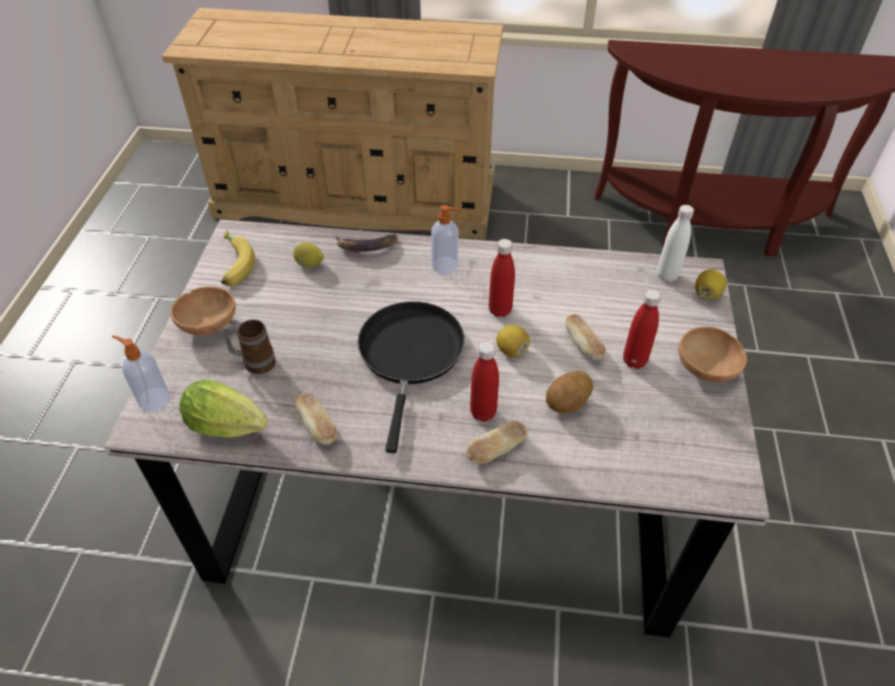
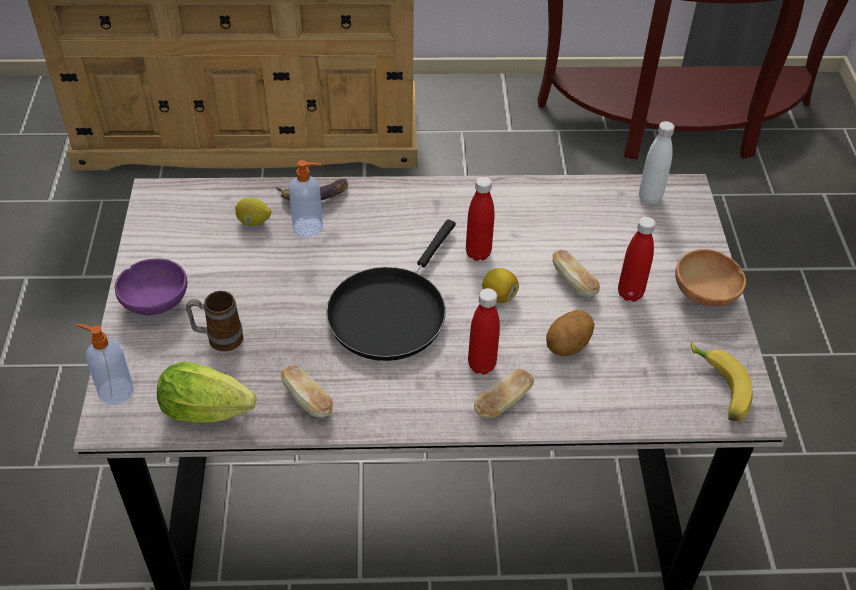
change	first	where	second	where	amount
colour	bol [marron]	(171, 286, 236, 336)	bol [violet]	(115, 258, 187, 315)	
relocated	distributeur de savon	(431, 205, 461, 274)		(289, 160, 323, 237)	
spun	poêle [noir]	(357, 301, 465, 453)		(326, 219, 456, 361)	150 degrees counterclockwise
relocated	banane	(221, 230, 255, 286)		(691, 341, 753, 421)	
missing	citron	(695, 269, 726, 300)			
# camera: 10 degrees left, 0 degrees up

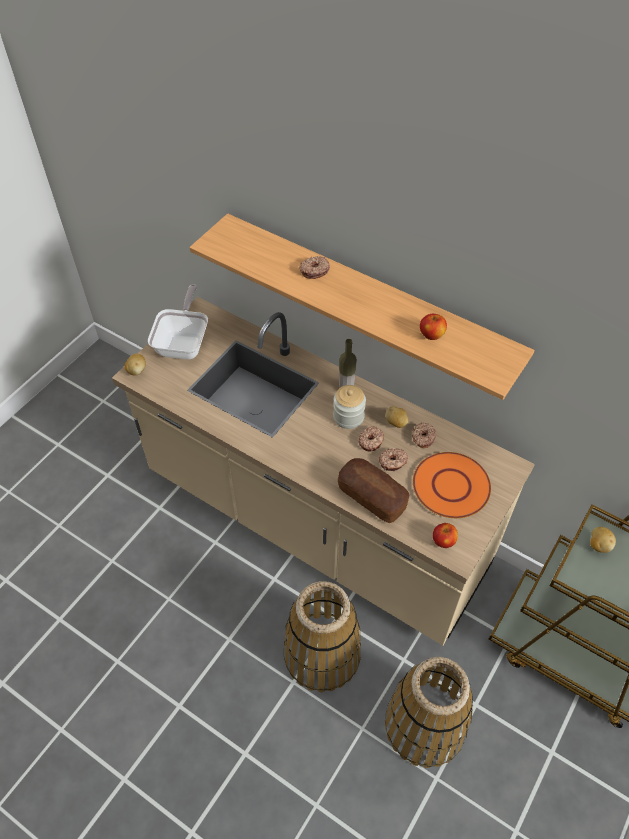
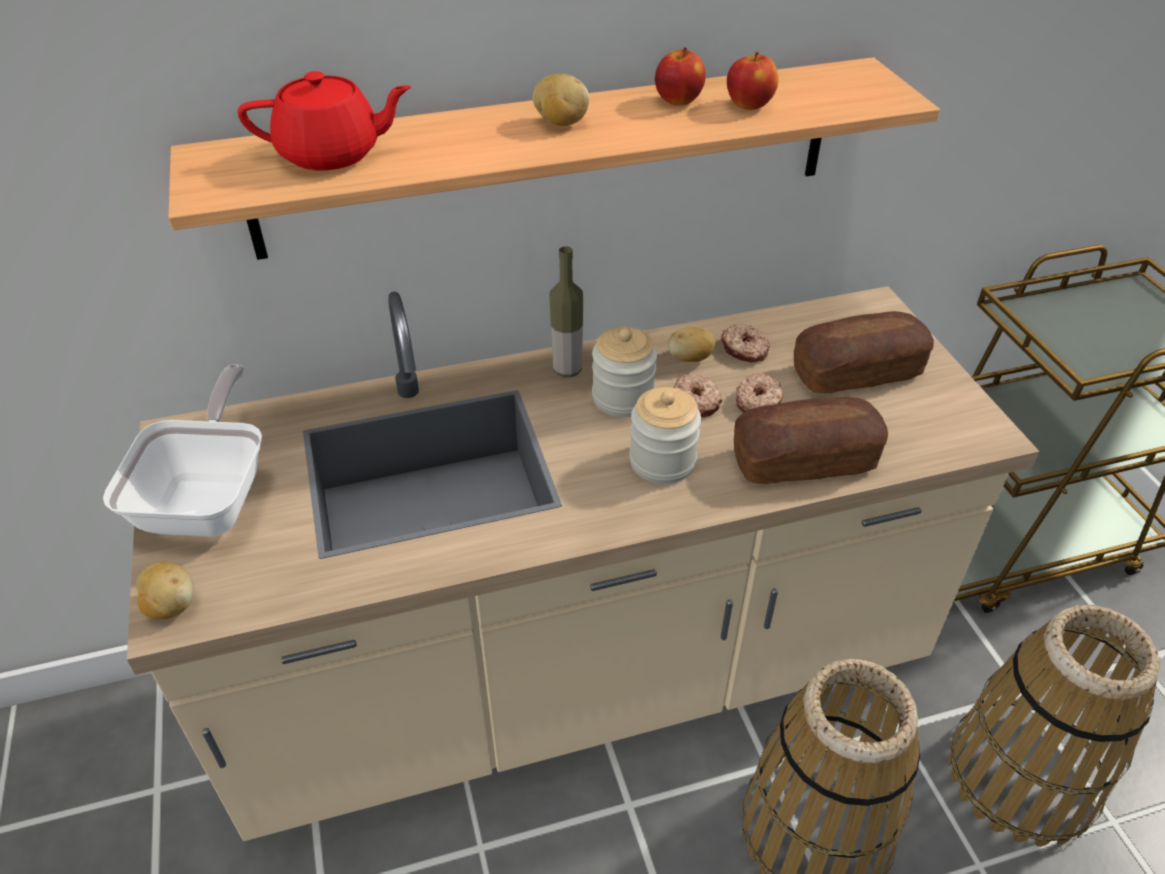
change	first	where	second	where	amount
spun	poêle	(148, 284, 208, 360)		(103, 364, 262, 537)	45 degrees clockwise
appeared			théière [rouge]	(238, 71, 411, 170)	
relocated	pomme de terre	(590, 527, 616, 553)		(533, 74, 589, 126)	
appeared			bocal	(629, 387, 701, 484)	
relocated	pomme	(433, 523, 458, 548)		(655, 47, 706, 106)	
exchanged	assiette [orange]	(413, 452, 491, 518)	pain	(794, 311, 934, 394)	
missing	beignet	(299, 256, 330, 279)			
# camera: 50 degrees left, 10 degrees down

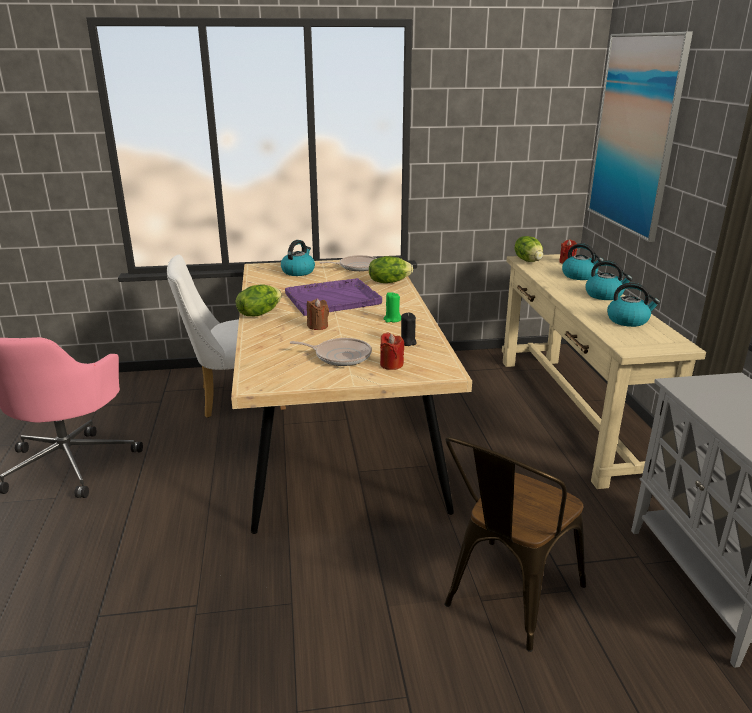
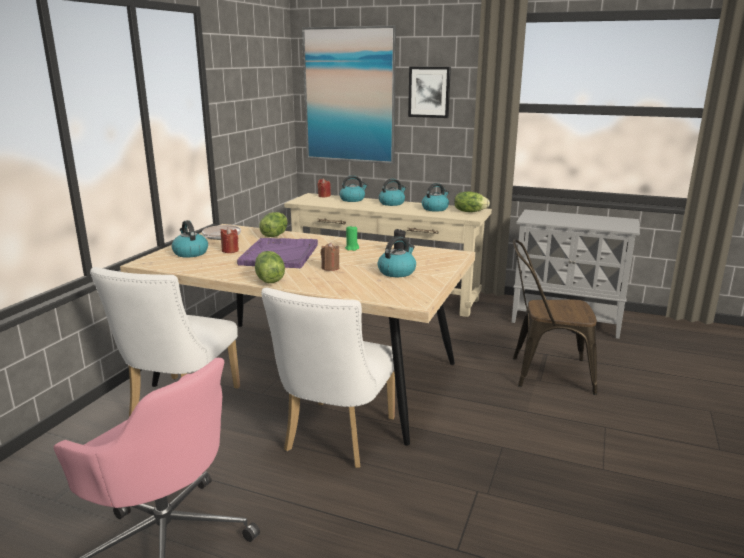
change	first	where	second	where	amount
relocated	bougie [rouge]	(380, 333, 404, 370)		(221, 227, 239, 253)	
appeared			chaise [blanc]	(261, 288, 395, 468)	
exchanged	poêle	(290, 338, 372, 366)	bouilloire	(378, 236, 416, 277)	
appeared			tableau	(408, 67, 451, 118)	
relocated	laitue	(515, 236, 543, 262)		(454, 192, 490, 212)	
spun	chaise [marron]	(445, 436, 586, 652)		(513, 239, 597, 395)	120 degrees clockwise
# camera: 60 degrees left, 5 degrees down

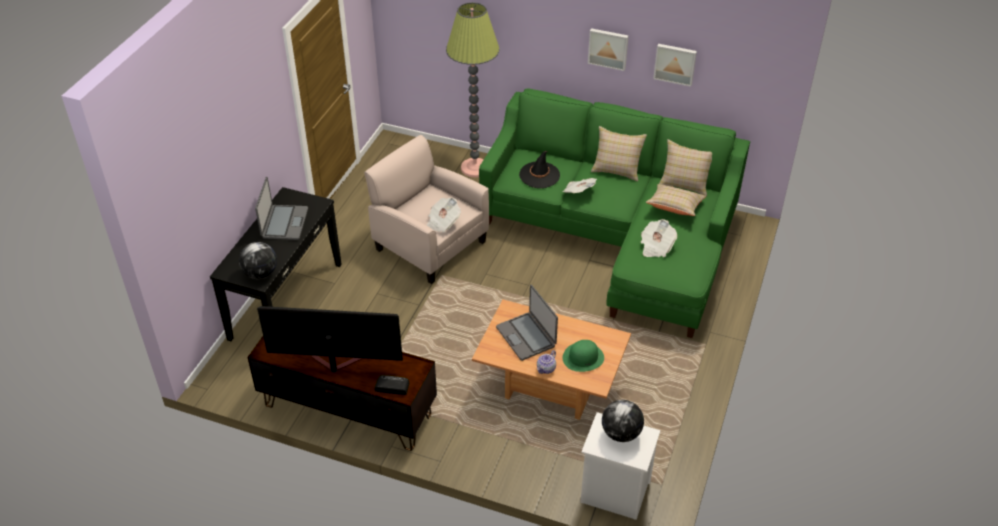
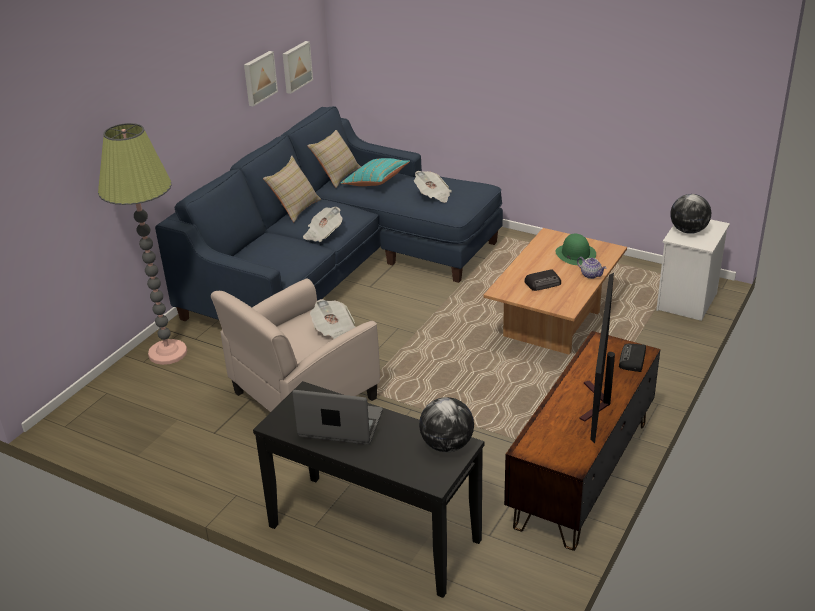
change	first	where	second	where	amount
colour	canapé [vert]	(479, 88, 750, 338)	canapé [bleu]	(155, 106, 503, 321)	
relocated	tableau	(588, 28, 629, 71)		(283, 41, 313, 94)	
colour	coussin [beige]	(646, 184, 706, 216)	coussin [turquoise]	(340, 158, 410, 186)	
exchanged	ordinateur portable	(496, 285, 558, 361)	radio	(524, 269, 561, 291)	
missing	chapeau [noir]	(519, 151, 560, 188)			
# camera: 80 degrees left, 10 degrees down

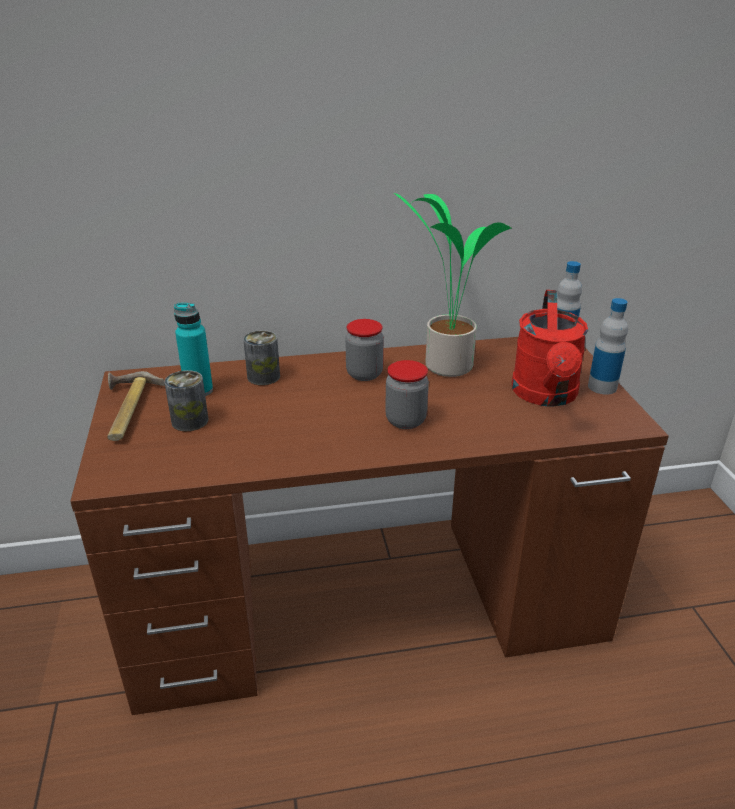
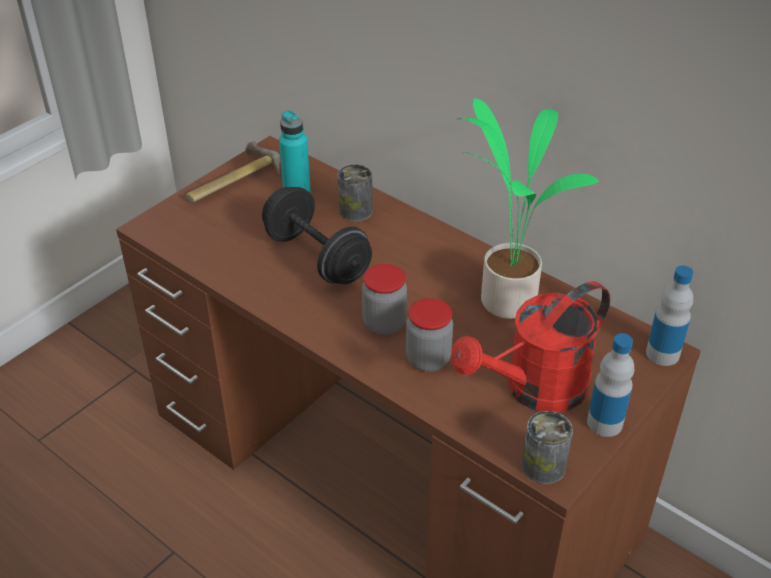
change	first	where	second	where	amount
appeared			haltère [noir]	(262, 187, 372, 284)	
relocated	bocal	(345, 319, 384, 381)		(406, 298, 453, 372)	
relocated	boîte métallique	(164, 370, 208, 431)		(522, 411, 573, 484)	
# camera: 50 degrees right, 10 degrees up

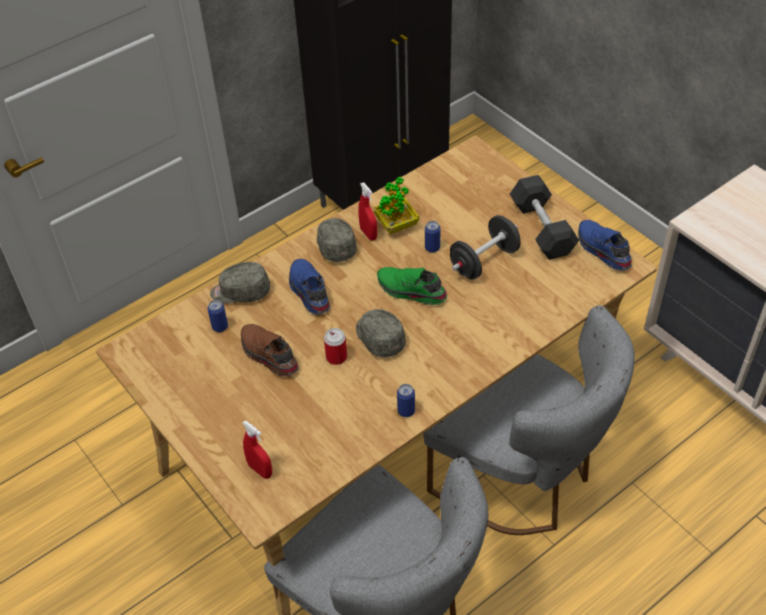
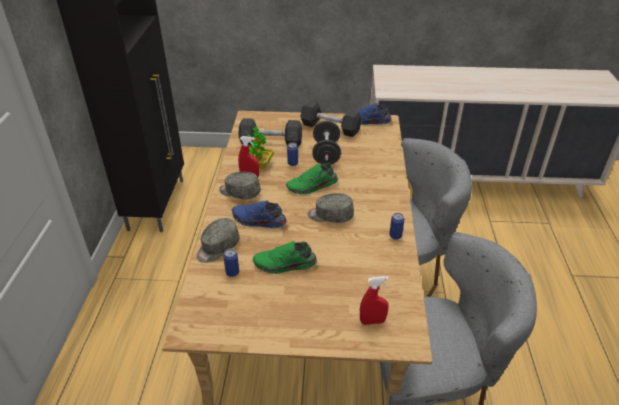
change	first	where	second	where	amount
appeared			haltère [gris]	(239, 118, 302, 147)	
colour	chaussure [marron]	(241, 324, 299, 377)	chaussure [vert]	(253, 241, 317, 274)	
missing	boîte métallique	(324, 328, 347, 365)			
# camera: 50 degrees left, 10 degrees down

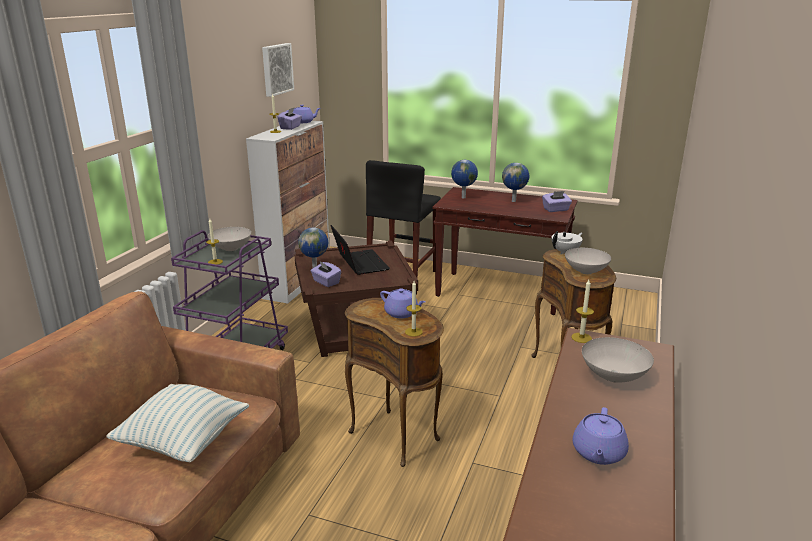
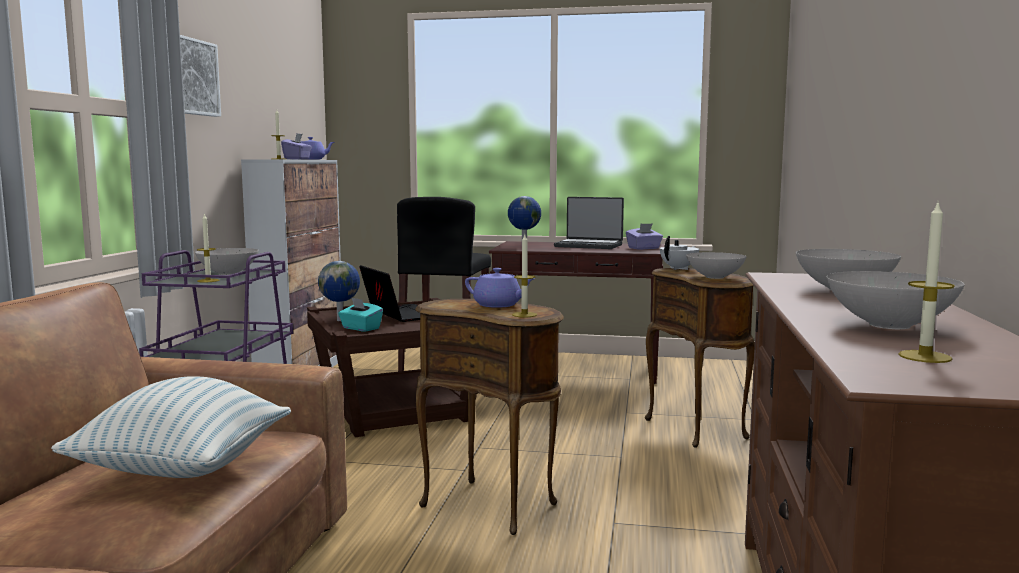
change	first	where	second	where	amount
relocated	tableau	(262, 43, 294, 97)		(180, 35, 221, 117)	
colour	boîte à mouchoirs [violet]	(310, 262, 341, 287)	boîte à mouchoirs [turquoise]	(338, 297, 383, 332)	
exchanged	globe	(502, 163, 529, 202)	ordinateur portable	(554, 197, 624, 249)	
exchanged	théière [violet]	(573, 407, 629, 465)	bol [blanc]	(827, 271, 965, 329)	
relocated	bougie	(571, 280, 594, 343)		(898, 203, 955, 363)	
# camera: 10 degrees left, 15 degrees down

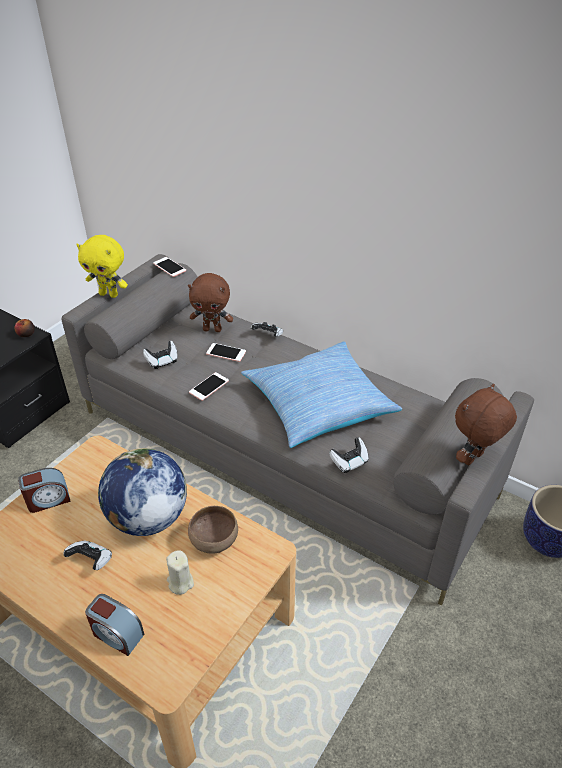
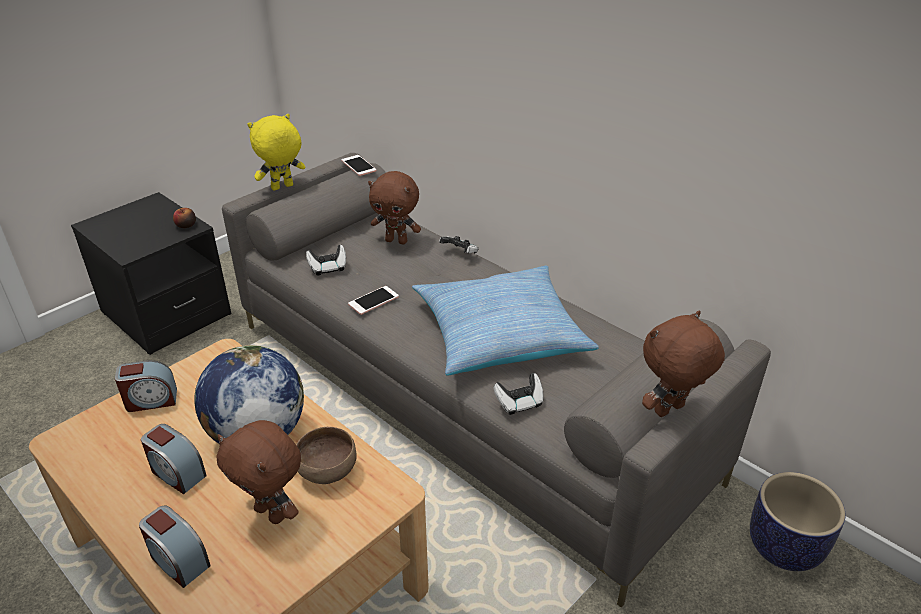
change	first	where	second	where	amount
exchanged	manette	(63, 540, 112, 570)	réveil	(141, 424, 207, 494)	
exchanged	bougie [beige]	(166, 550, 194, 595)	peluche [marron]	(216, 420, 301, 524)	
spun	peluche [jaune]	(76, 235, 128, 298)		(248, 114, 305, 191)	120 degrees clockwise
missing	téléphone	(206, 343, 246, 362)			
# camera: 10 degrees right, 5 degrees down

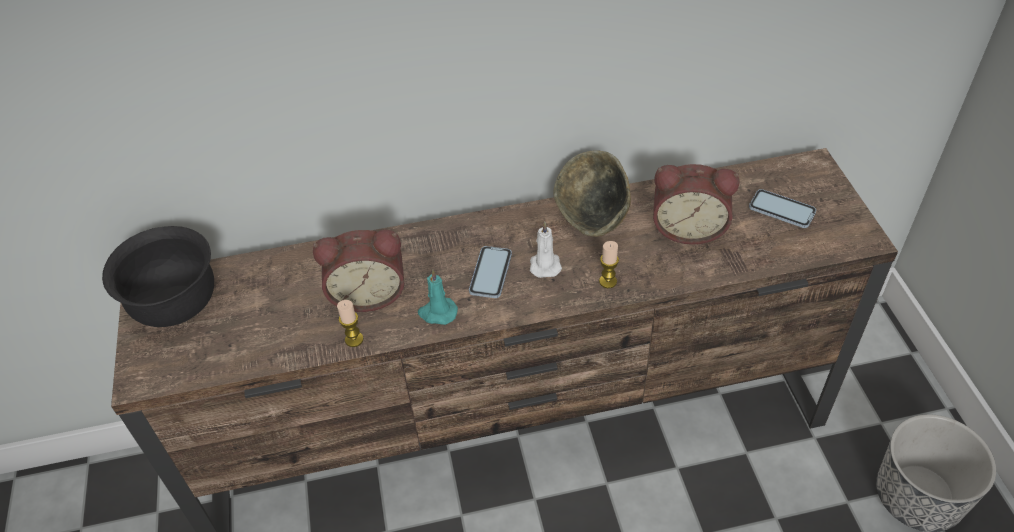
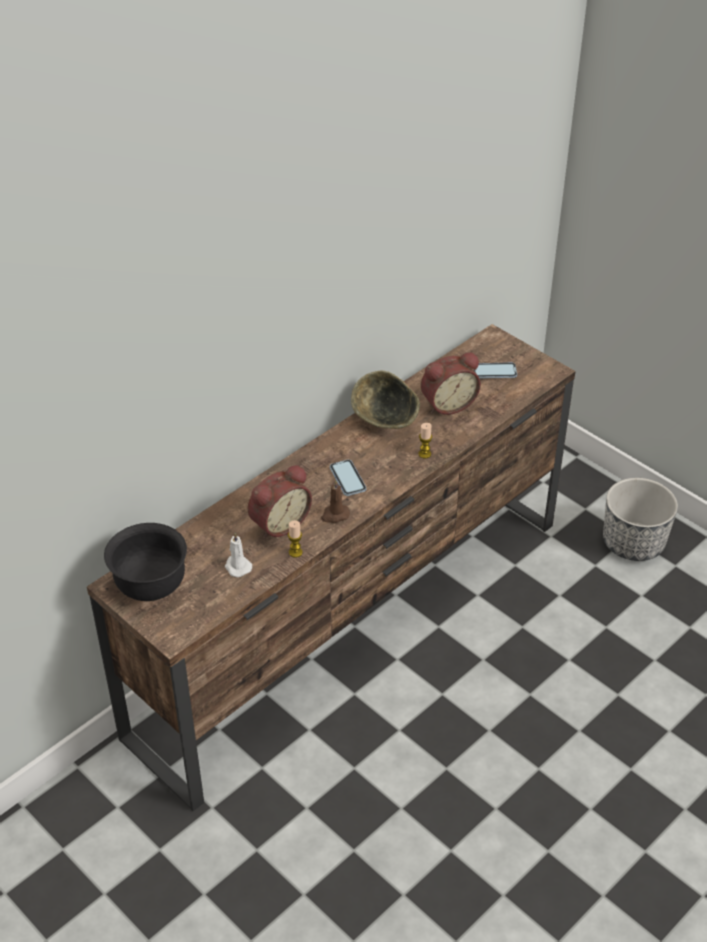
change	first	where	second	where	amount
relocated	bougie [blanc]	(530, 222, 562, 278)		(225, 533, 252, 577)	
colour	bougie [turquoise]	(418, 269, 458, 325)	bougie [marron]	(321, 480, 350, 523)	
# camera: 35 degrees left, 5 degrees down

